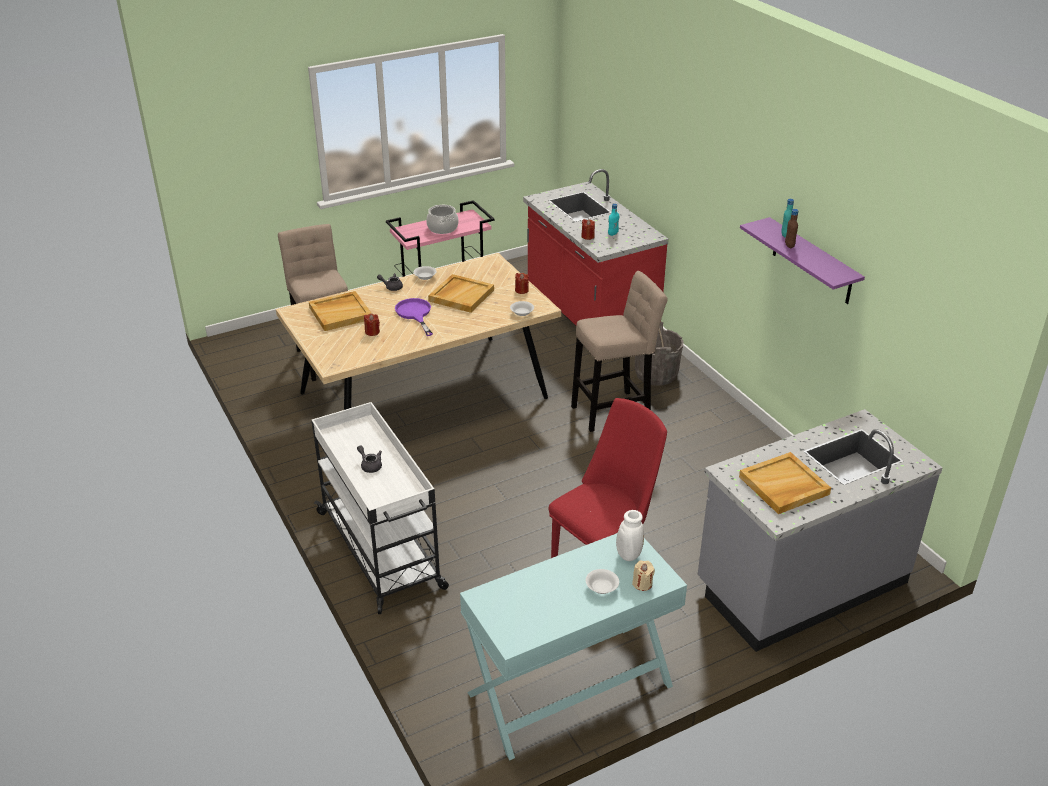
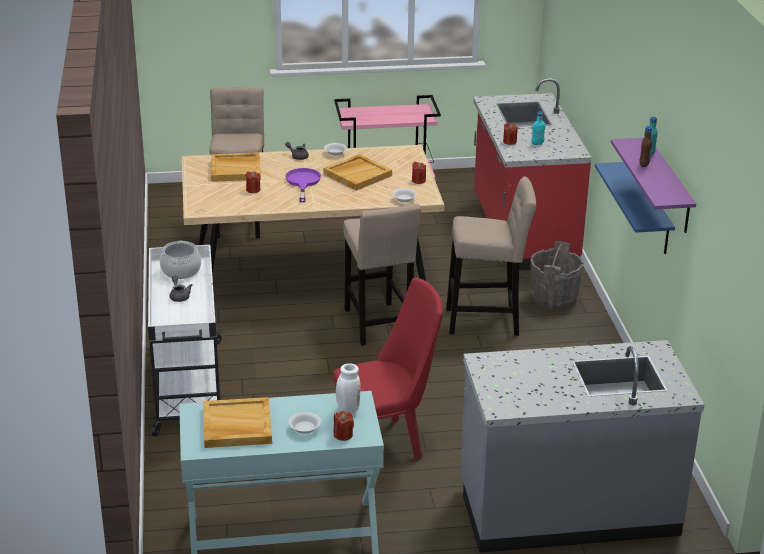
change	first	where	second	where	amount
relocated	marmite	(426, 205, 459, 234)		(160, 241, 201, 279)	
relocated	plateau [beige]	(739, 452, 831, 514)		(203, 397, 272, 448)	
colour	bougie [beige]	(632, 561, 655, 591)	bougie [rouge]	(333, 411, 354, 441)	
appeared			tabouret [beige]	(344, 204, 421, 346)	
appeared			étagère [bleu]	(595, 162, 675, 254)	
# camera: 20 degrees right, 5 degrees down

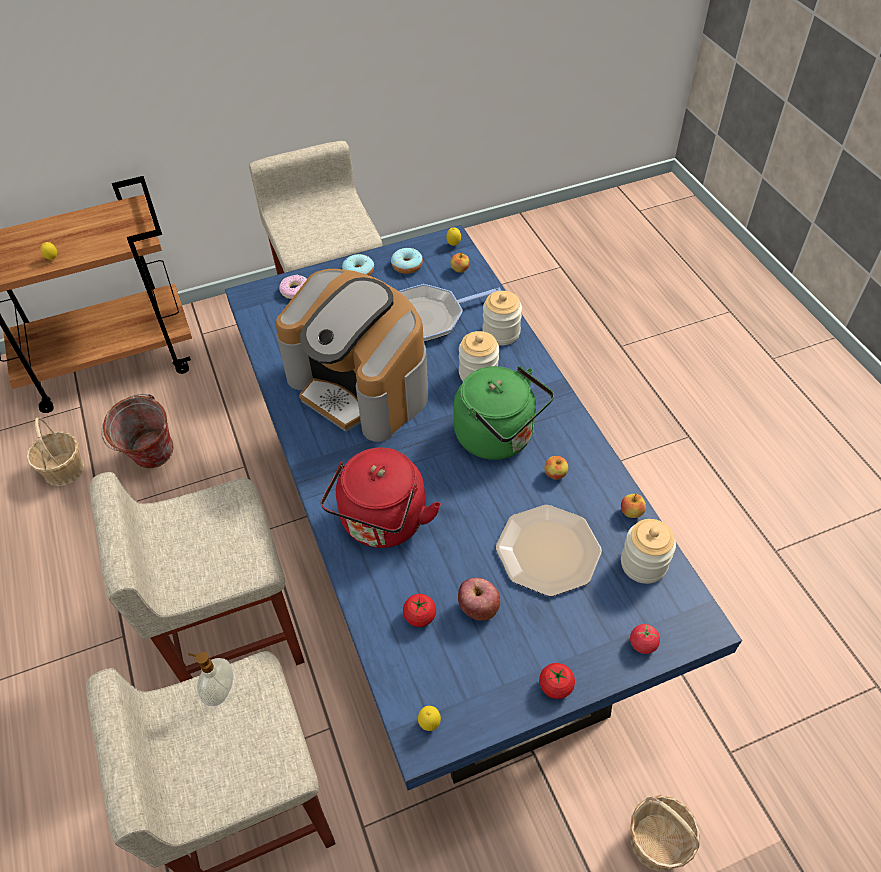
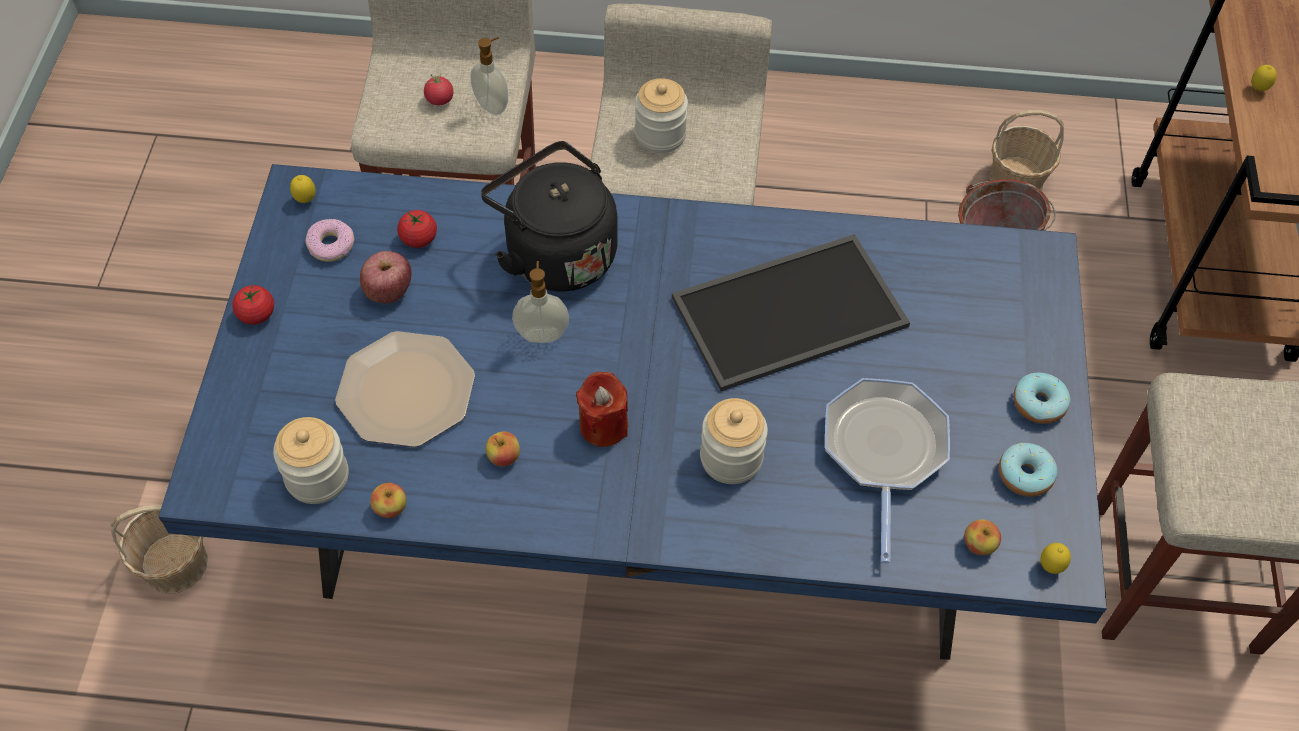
change	first	where	second	where	amount
relocated	beignet	(279, 275, 307, 299)		(305, 219, 354, 262)	
relocated	tomate	(630, 624, 660, 654)		(424, 73, 453, 105)	
colour	bouilloire [rouge]	(320, 448, 441, 548)	bouilloire [noir]	(481, 141, 618, 292)	
appeared			distributeur de savon	(512, 261, 569, 343)	
exchanged	bouilloire [vert]	(454, 366, 554, 460)	bougie [rouge]	(576, 372, 628, 447)	
relocated	bocal	(482, 291, 522, 345)		(635, 78, 688, 153)	
exchanged	machine à café	(275, 269, 428, 442)	plateau	(672, 234, 910, 391)	
# camera: 115 degrees right, 5 degrees up

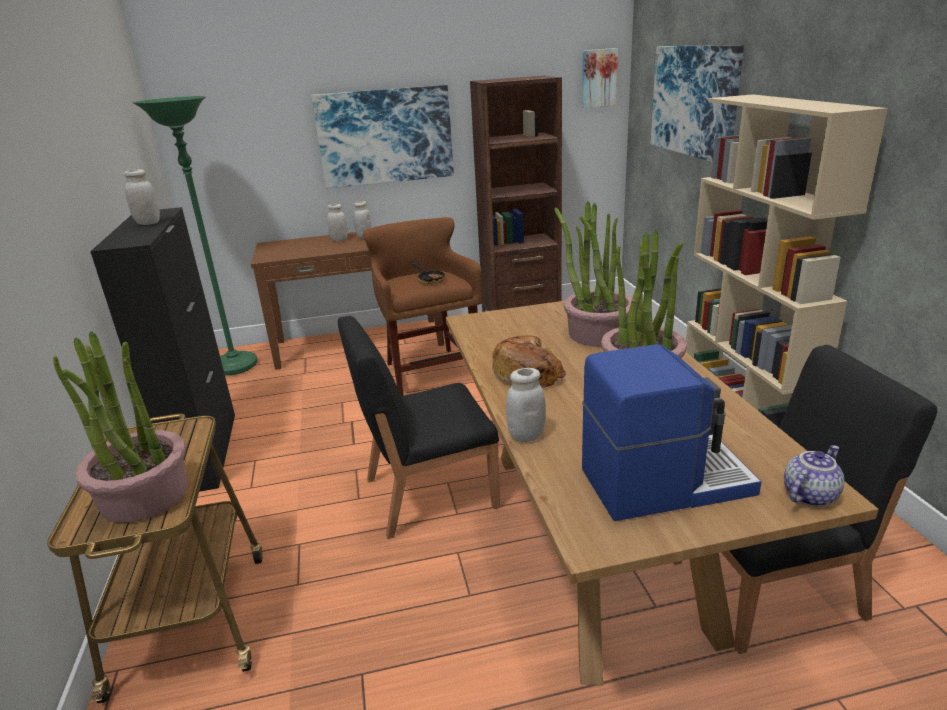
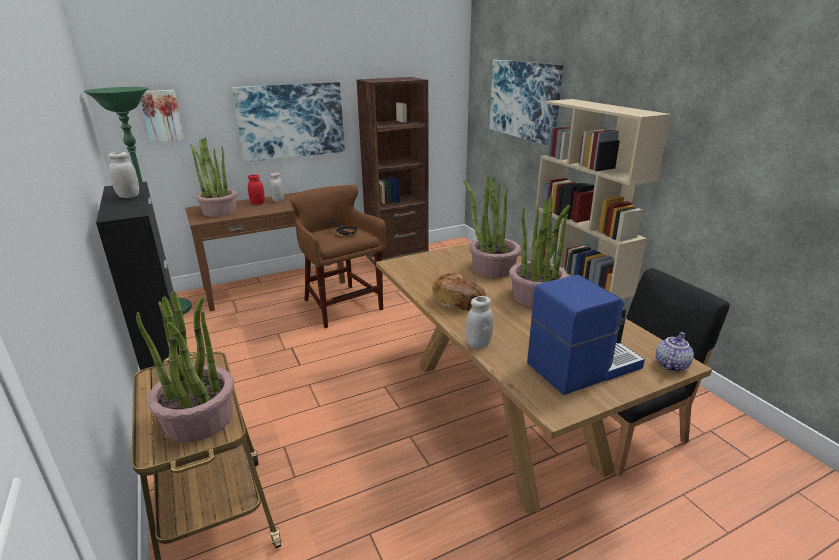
change	first	where	second	where	amount
relocated	tableau	(582, 48, 618, 108)		(141, 90, 184, 142)	
appeared			plante en pot	(189, 137, 237, 217)	
colour	bocal [blanc]	(327, 204, 348, 241)	bocal [rouge]	(248, 175, 265, 205)	
missing	chaise [noir]	(338, 316, 500, 539)			
# camera: 15 degrees left, 0 degrees up

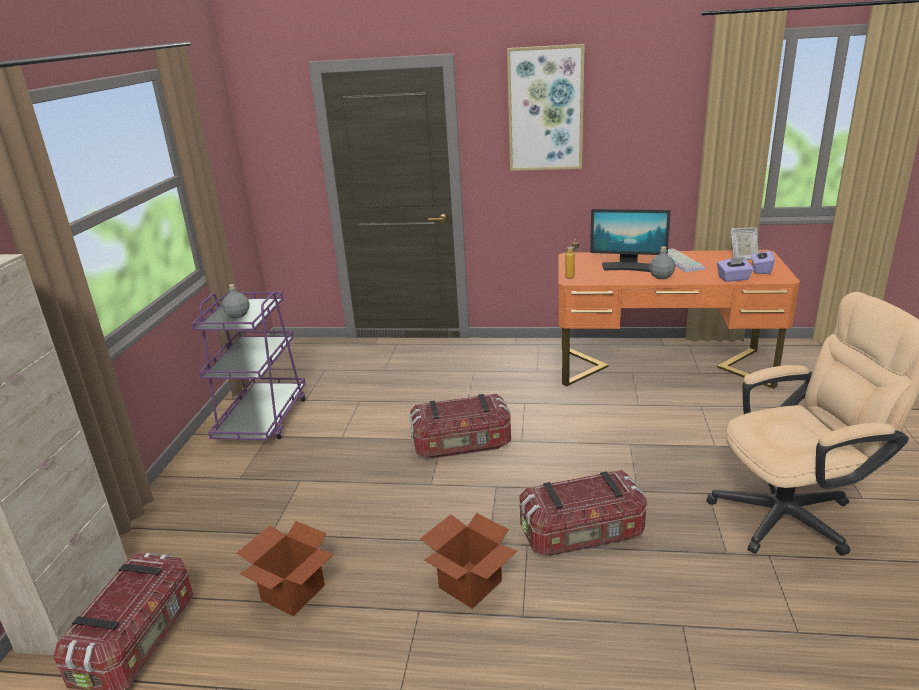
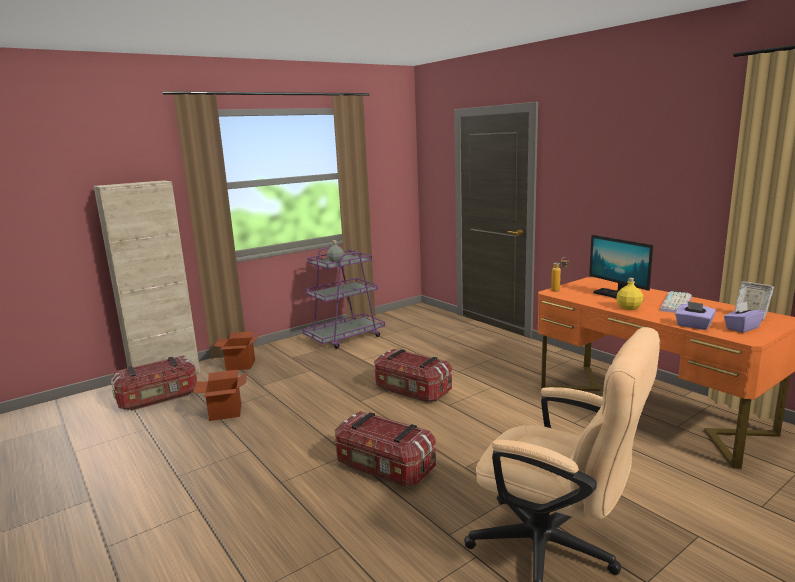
change	first	where	second	where	amount
relocated	carton	(420, 513, 517, 609)		(214, 331, 260, 371)	
colour	bouteille [gris]	(649, 246, 675, 279)	bouteille [jaune]	(616, 278, 643, 310)	
missing	tableau	(507, 44, 585, 171)			
# camera: 45 degrees right, 10 degrees down

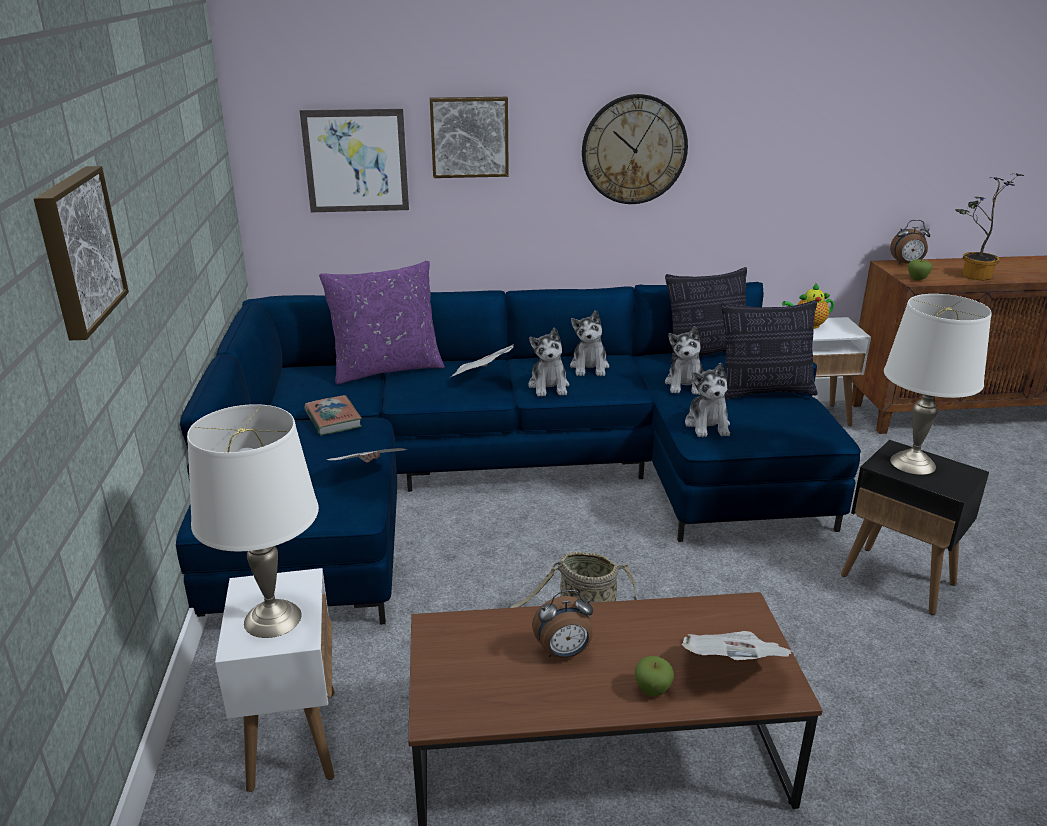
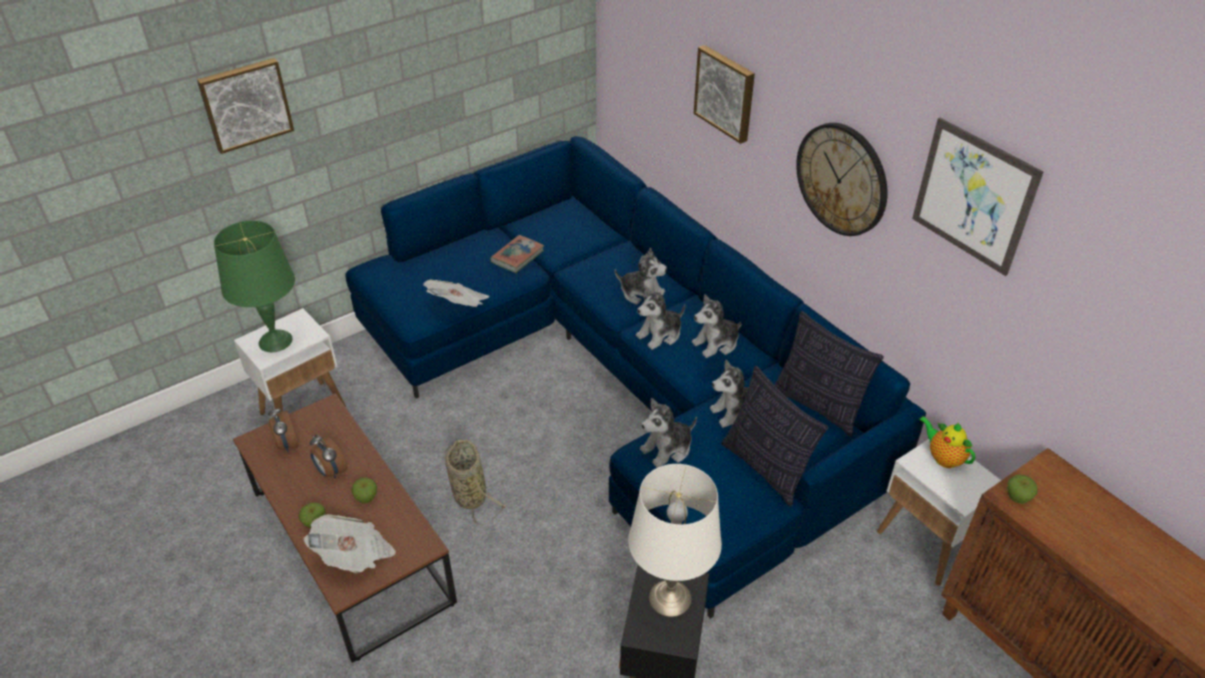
change	first	where	second	where	amount
colour	lampe de table [blanc]	(187, 404, 319, 638)	lampe de table [vert]	(214, 221, 295, 352)	
relocated	réveil	(890, 220, 930, 265)		(268, 406, 299, 452)	
appeared			pomme	(351, 478, 377, 503)	
exchanged	journal	(451, 344, 514, 377)	peluche	(615, 248, 667, 305)	
relocated	tableau	(300, 109, 409, 212)		(912, 118, 1043, 276)	
missing	coussin [violet]	(319, 260, 445, 385)			
missing	plante en pot	(955, 173, 1024, 280)			
# camera: 60 degrees right, 15 degrees up

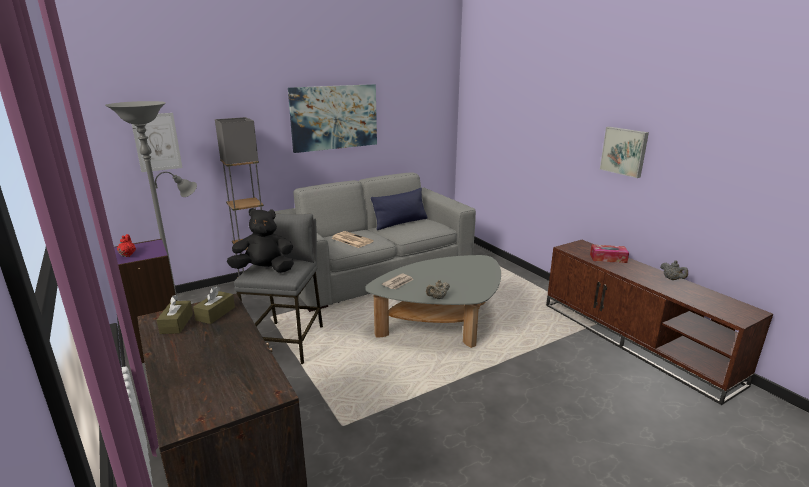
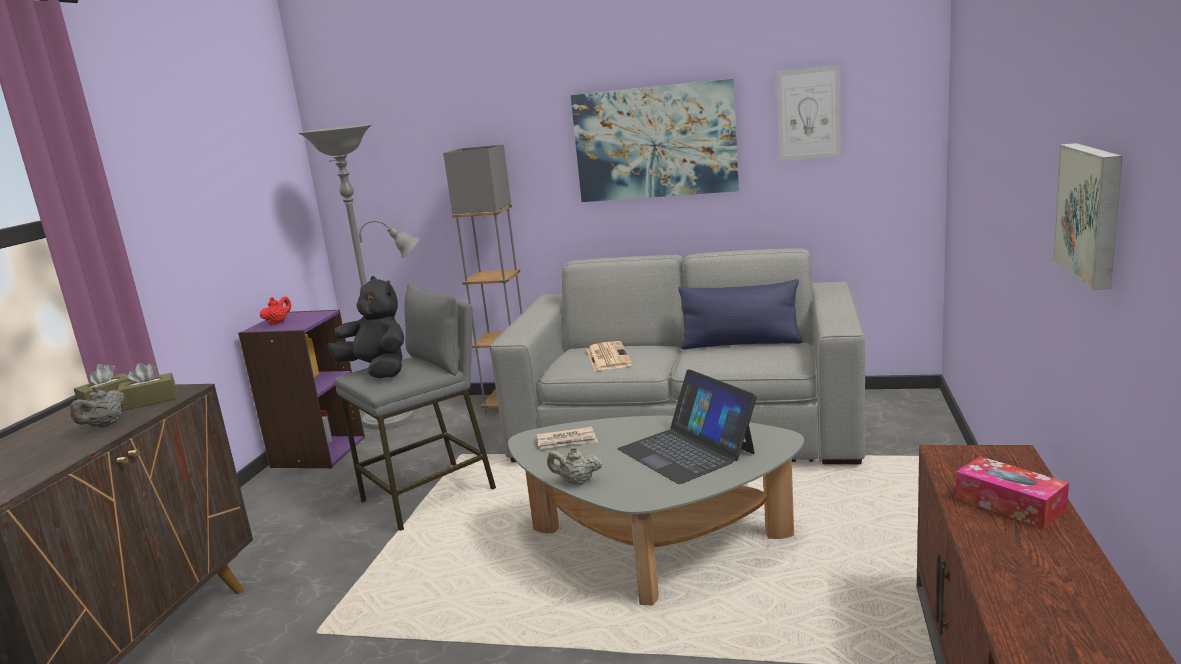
change	first	where	second	where	amount
relocated	théière [gris]	(660, 261, 688, 280)		(70, 386, 125, 427)	
appeared			ordinateur portable	(618, 369, 757, 484)	
relocated	tableau	(132, 113, 182, 172)		(777, 65, 841, 161)	
# camera: 45 degrees right, 5 degrees down

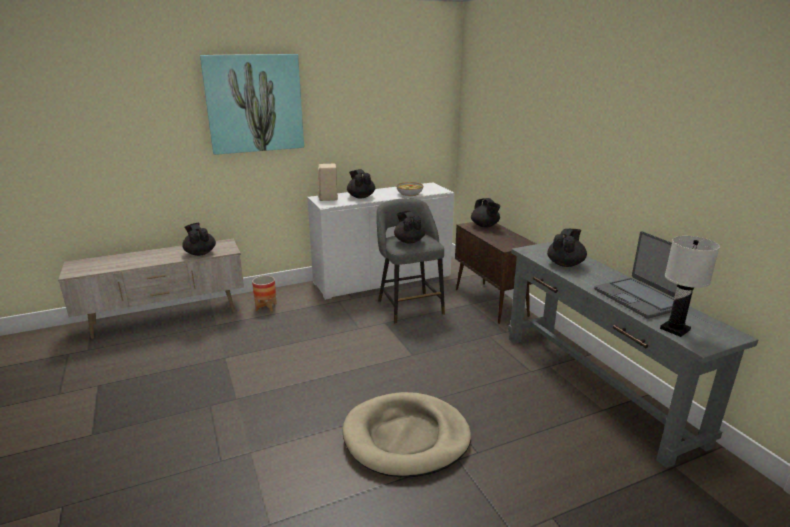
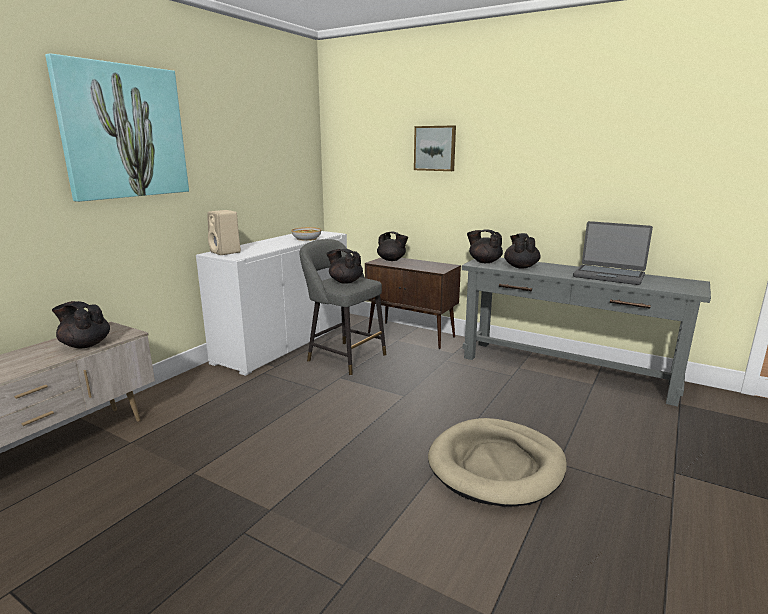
change	first	where	second	where	amount
appeared			tableau	(414, 125, 456, 171)	
relocated	théière [noir]	(347, 169, 375, 199)		(467, 229, 503, 263)	
missing	cache-pot	(252, 276, 277, 311)			
missing	lampe de table [blanc]	(660, 236, 720, 337)			
# camera: 35 degrees left, 5 degrees down

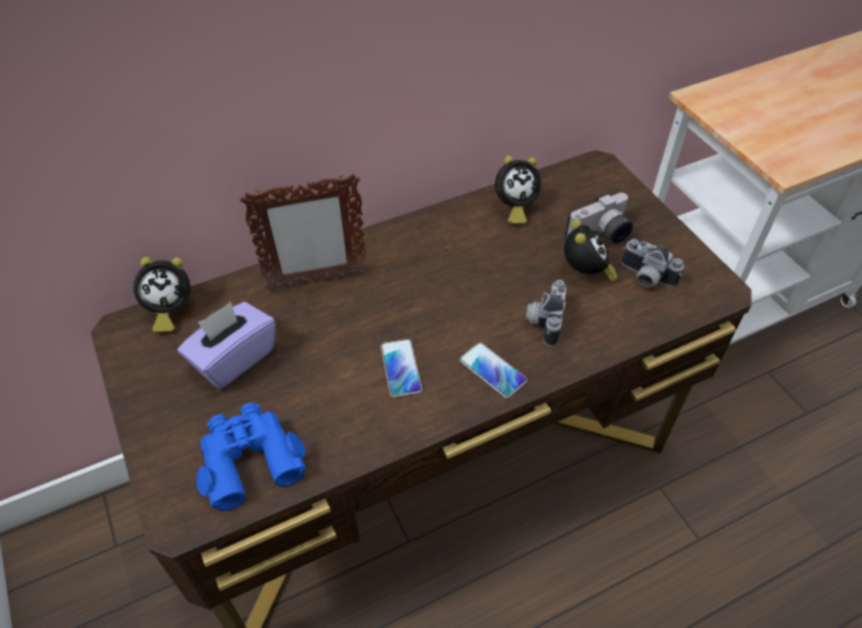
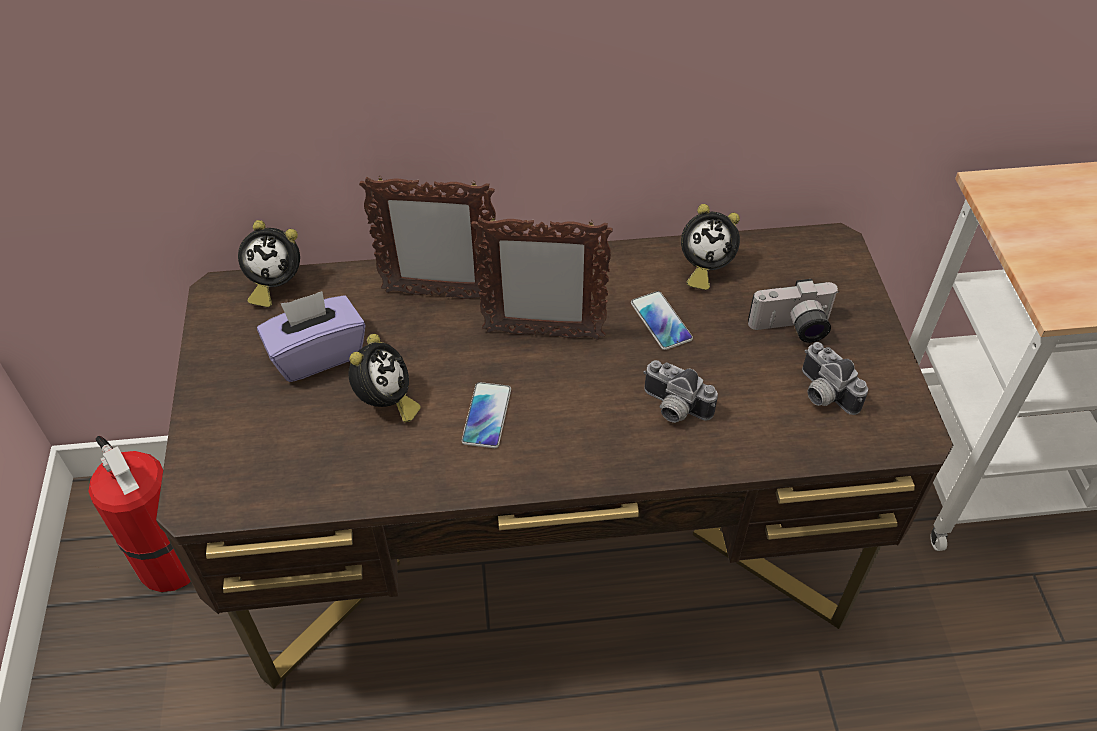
change	first	where	second	where	amount
appeared			extincteur	(88, 436, 191, 592)	
relocated	réveil	(564, 220, 618, 282)		(349, 334, 421, 423)	
appeared			cadre photo	(471, 216, 613, 340)	
relocated	téléphone	(459, 342, 527, 398)		(631, 291, 693, 350)	
spun	appareil photo	(526, 280, 566, 346)		(643, 360, 718, 423)	90 degrees counterclockwise
missing	jumelles [bleu]	(196, 403, 306, 511)			
# camera: 20 degrees right, 0 degrees up

